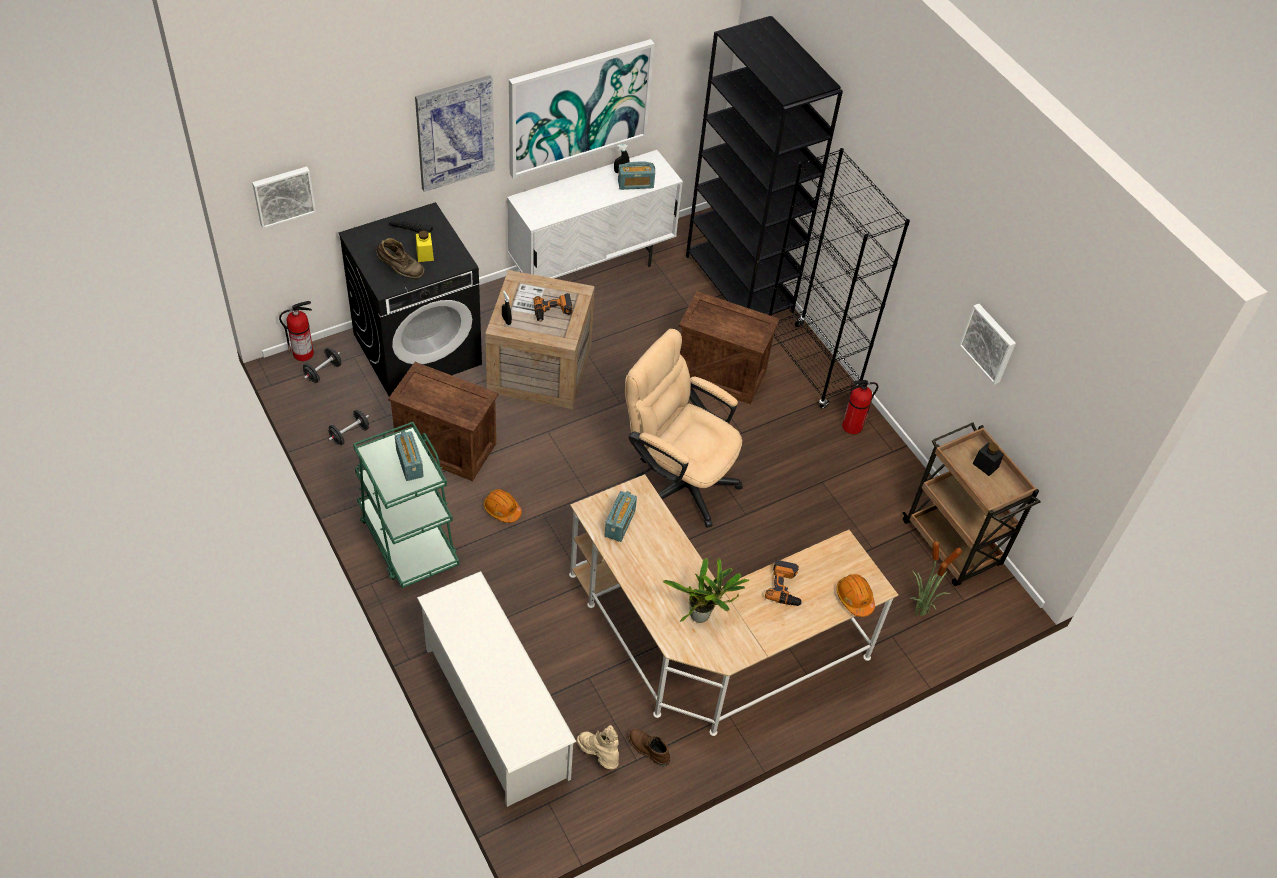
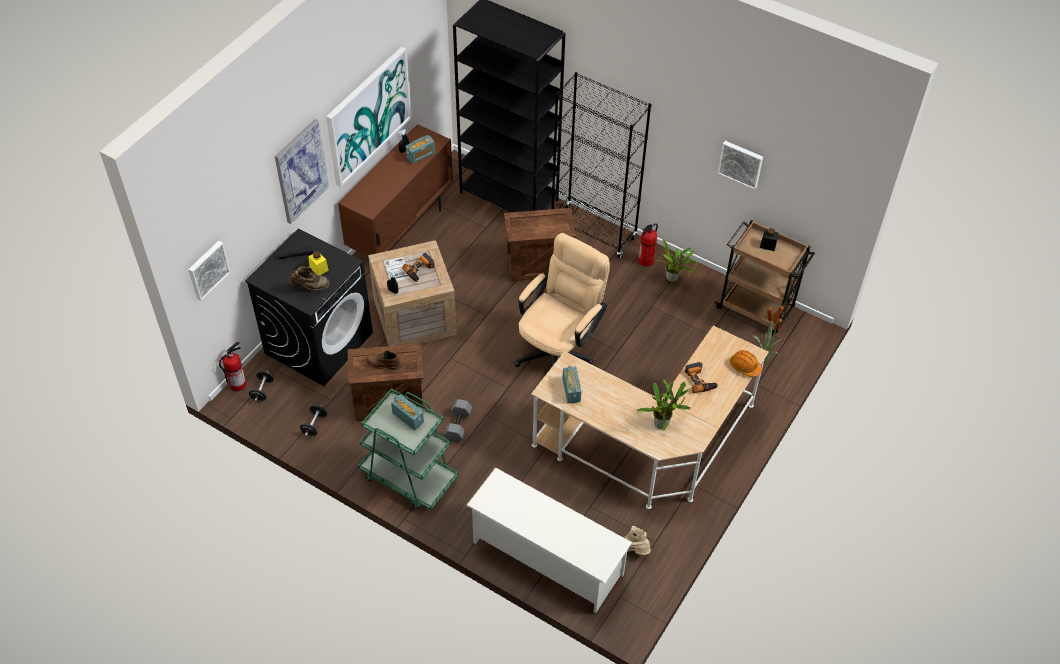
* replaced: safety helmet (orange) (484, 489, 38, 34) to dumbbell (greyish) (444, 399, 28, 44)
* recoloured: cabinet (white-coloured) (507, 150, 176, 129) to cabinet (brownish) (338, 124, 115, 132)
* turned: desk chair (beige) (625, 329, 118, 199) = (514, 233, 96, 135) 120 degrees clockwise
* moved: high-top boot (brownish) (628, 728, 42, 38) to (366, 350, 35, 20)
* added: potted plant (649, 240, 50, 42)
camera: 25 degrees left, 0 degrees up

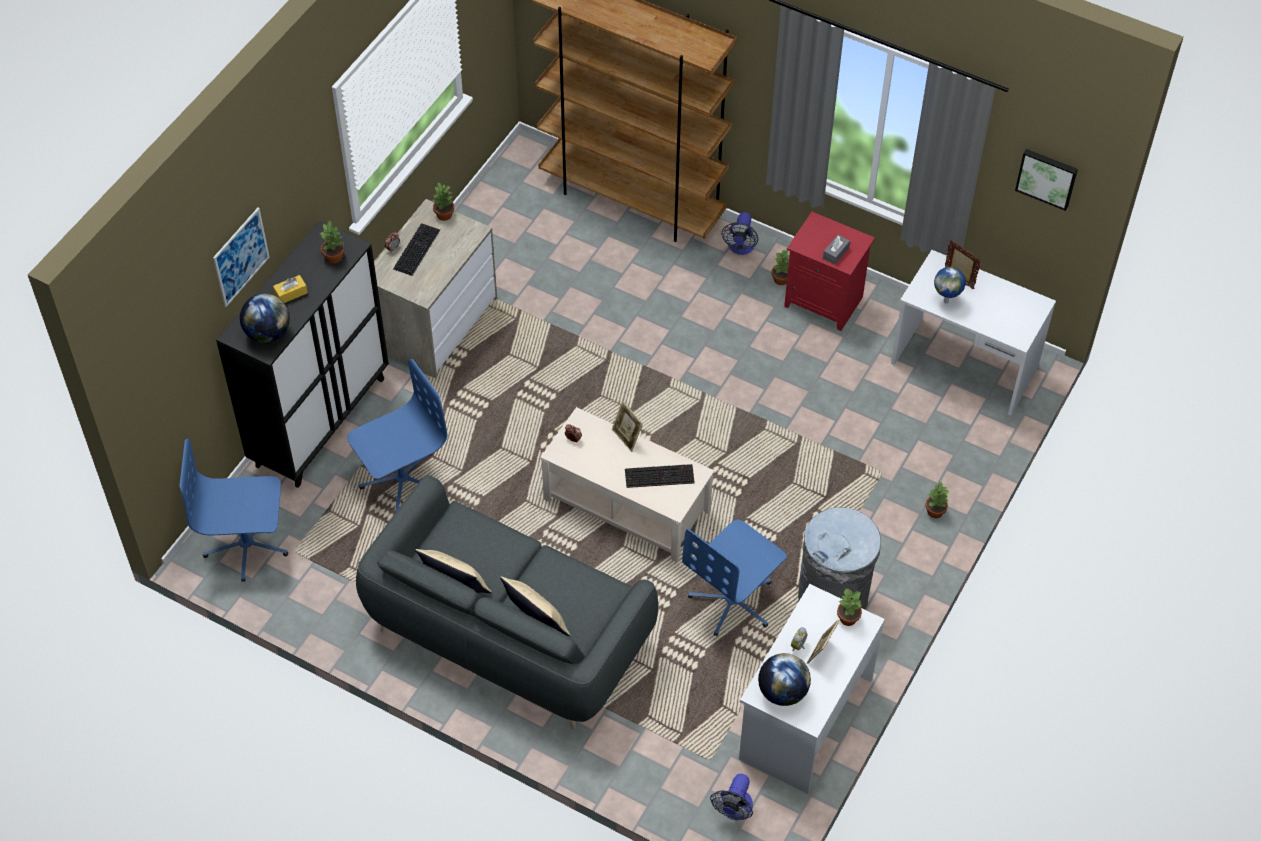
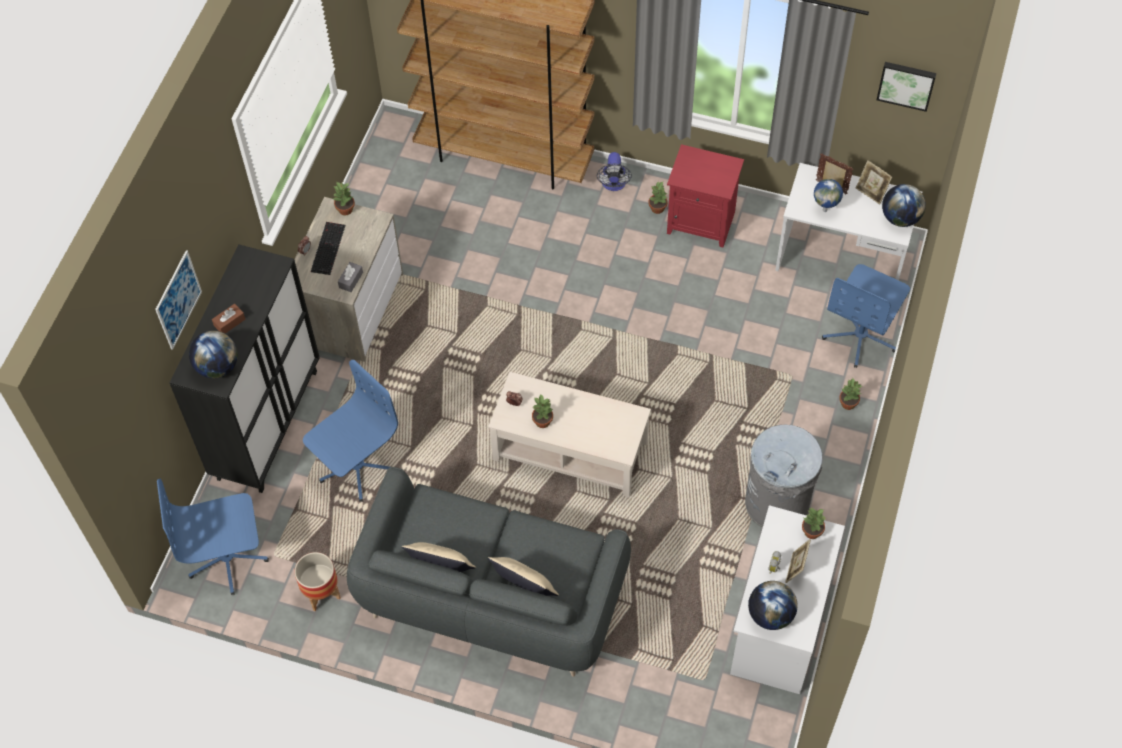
* recoloured: tissue box (yellow) (273, 275, 35, 28) to tissue box (brownish) (212, 304, 34, 29)
* moved: potted plant (319, 221, 25, 42) to (532, 395, 21, 33)
* moved: picture frame (612, 401, 31, 51) to (856, 160, 36, 45)
* removed: keyboard (625, 464, 70, 24)
* moved: desk chair (blue) (682, 519, 105, 117) to (822, 264, 88, 104)
* removed: electric fan (710, 774, 43, 46)
* moved: tissue box (greyish) (823, 235, 27, 30) to (338, 262, 25, 30)
* added: plant pot (295, 552, 46, 59)
* added: desk globe (882, 184, 44, 43)
camera: 10 degrees left, 5 degrees up

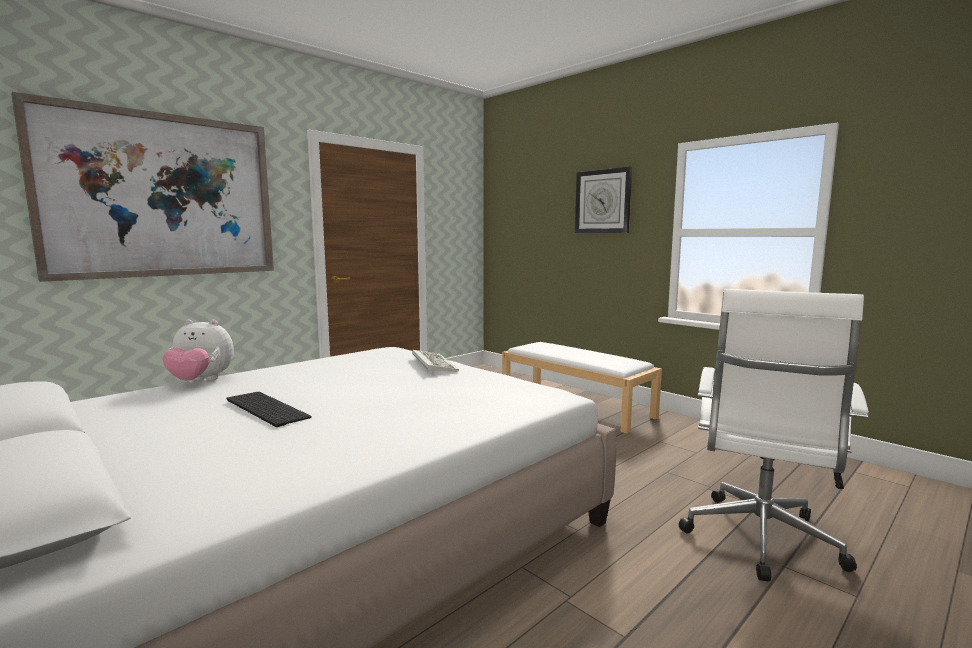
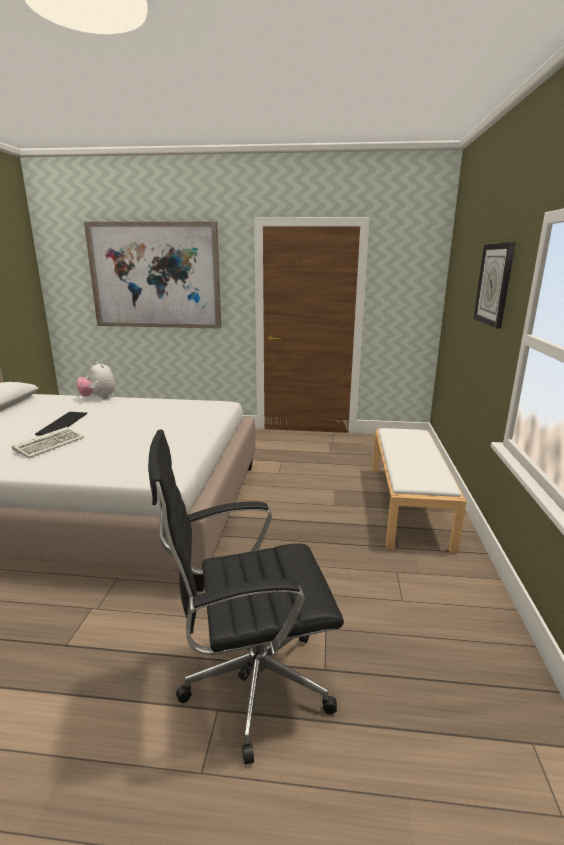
* moved: keyboard (412, 350, 47, 23) to (12, 427, 72, 31)
* recoloured: desk chair (white-coloured) (679, 289, 190, 292) to desk chair (black-coloured) (148, 430, 196, 335)
camera: 50 degrees right, 10 degrees up

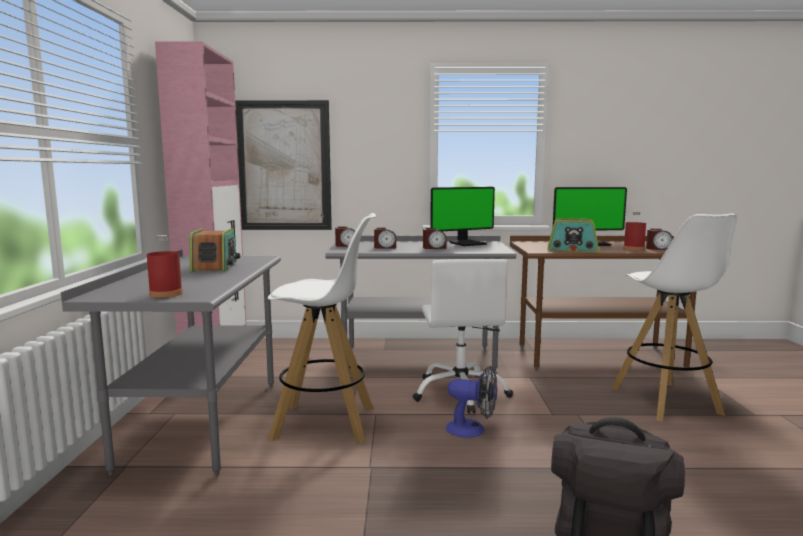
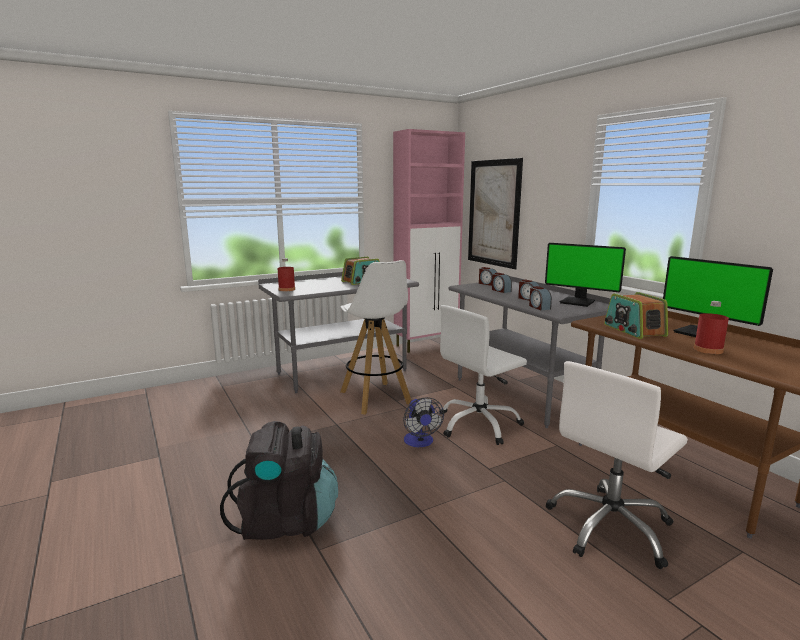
* replaced: stool seat (white-coloured) (611, 213, 126, 209) to desk chair (white-coloured) (545, 361, 143, 208)
* moved: alarm clock (646, 228, 27, 22) to (529, 286, 23, 24)
camera: 60 degrees right, 5 degrees up

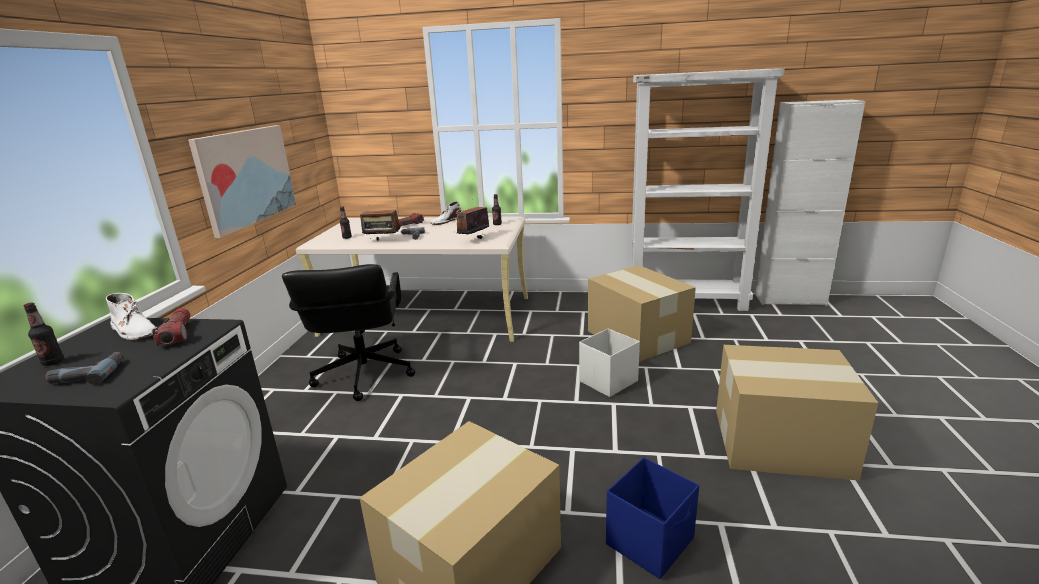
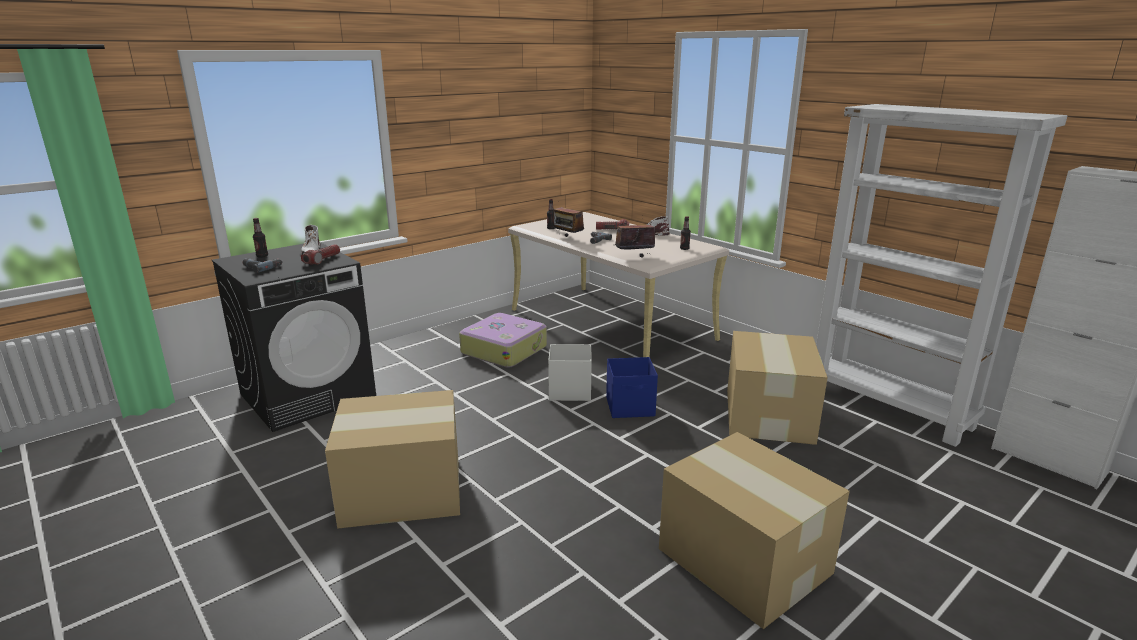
* removed: picture (188, 125, 108, 113)
* replaced: desk chair (black-coloured) (282, 264, 133, 137) to piece of luggage (459, 313, 88, 55)
* moved: storage bin (white-coloured) (579, 328, 61, 69) to (548, 344, 44, 57)
* moved: storage bin (blue) (606, 457, 93, 122) to (606, 357, 52, 61)
camera: 40 degrees right, 0 degrees up

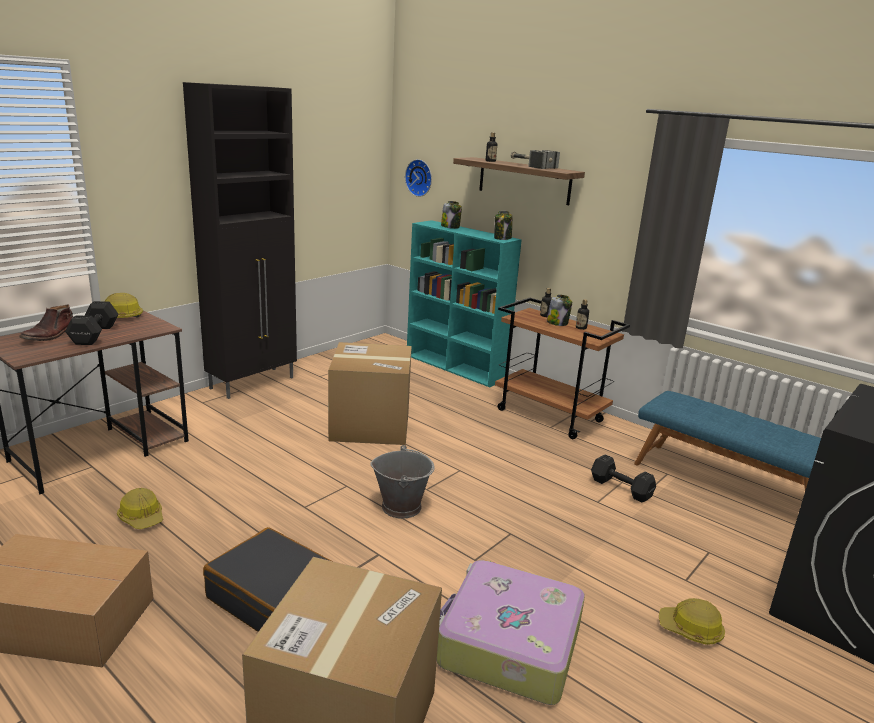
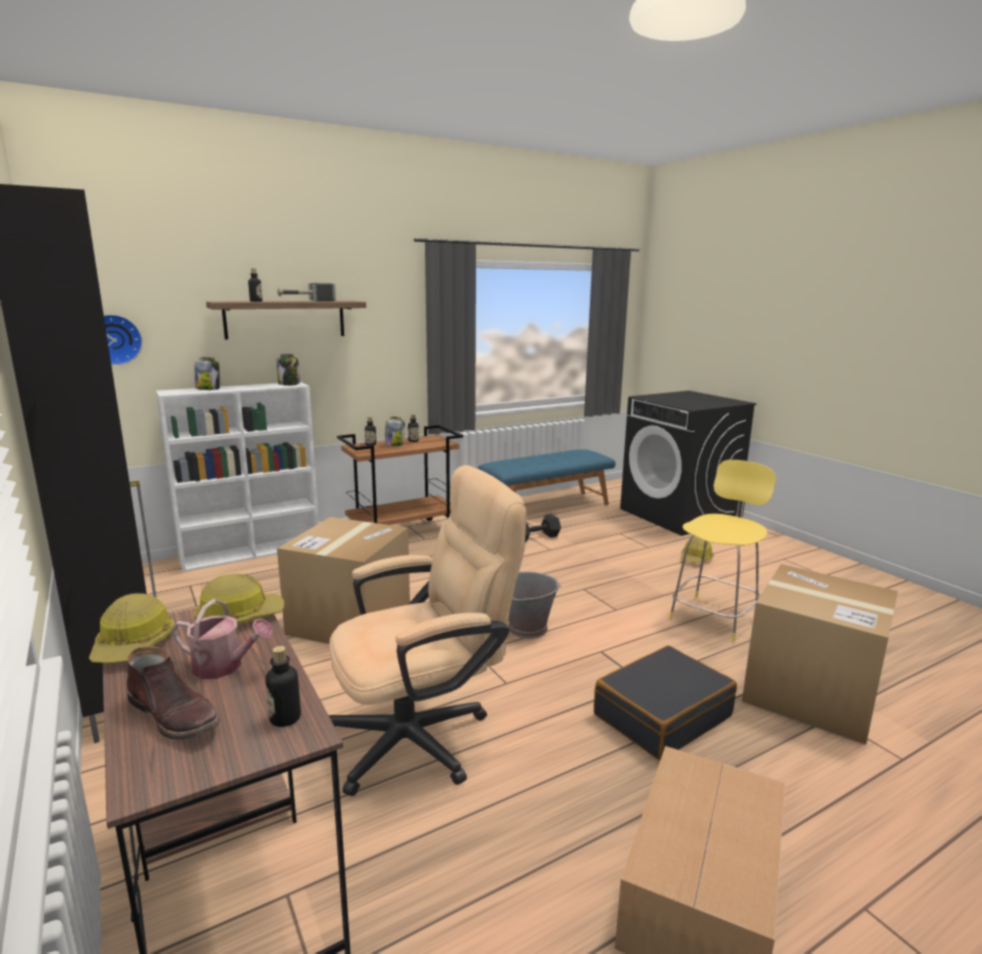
* replaced: dumbbell (black-coloured) (65, 301, 54, 44) to watering can (172, 599, 101, 80)
* moved: safety helmet (117, 488, 46, 41) to (194, 574, 90, 50)
* recoloured: bookcase (blue-green) (407, 220, 115, 167) to bookcase (white-coloured) (156, 382, 163, 190)
* replaced: piece of luggage (437, 560, 148, 145) to stool seat (yellow) (669, 460, 107, 182)
* added: bottle (265, 646, 36, 81)
* added: desk chair (beige) (329, 465, 198, 331)
camera: 70 degrees left, 5 degrees down

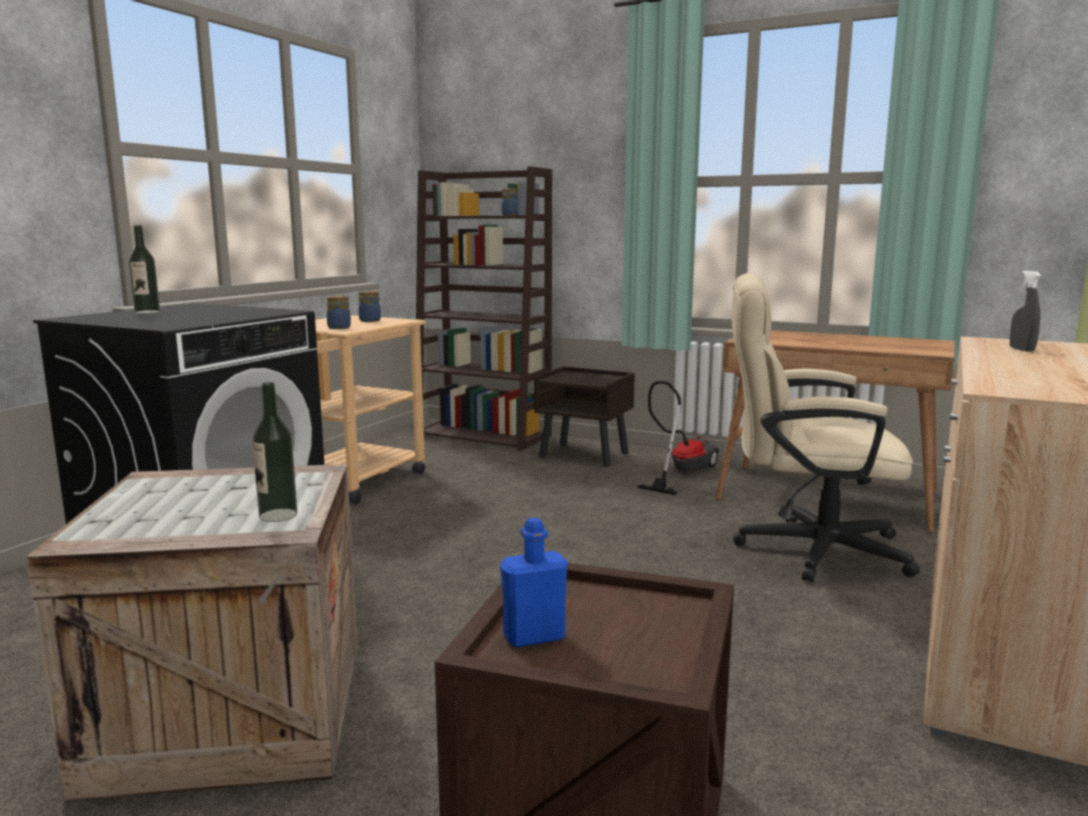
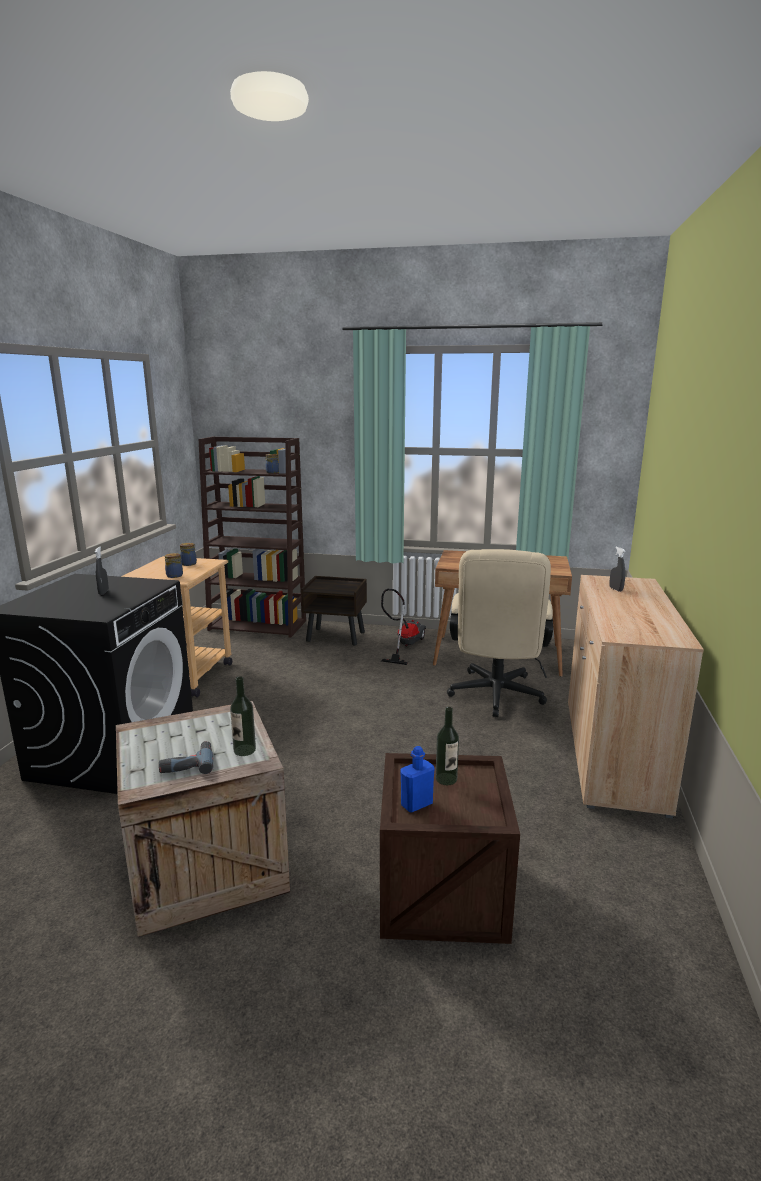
* moved: bottle (129, 225, 31, 88) to (436, 707, 23, 78)
* turned: desk chair (beige) (732, 273, 188, 309) = (447, 549, 106, 168) 75 degrees counterclockwise
* added: sprayer (greyish) (95, 547, 14, 48)
* added: power drill (159, 741, 54, 33)
camera: 15 degrees left, 5 degrees up

